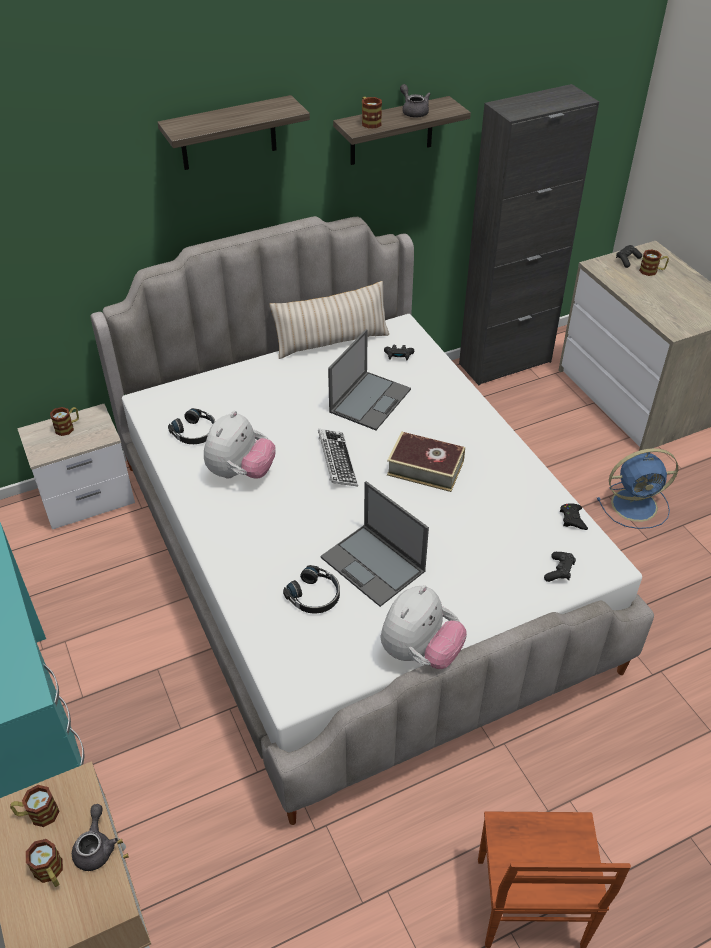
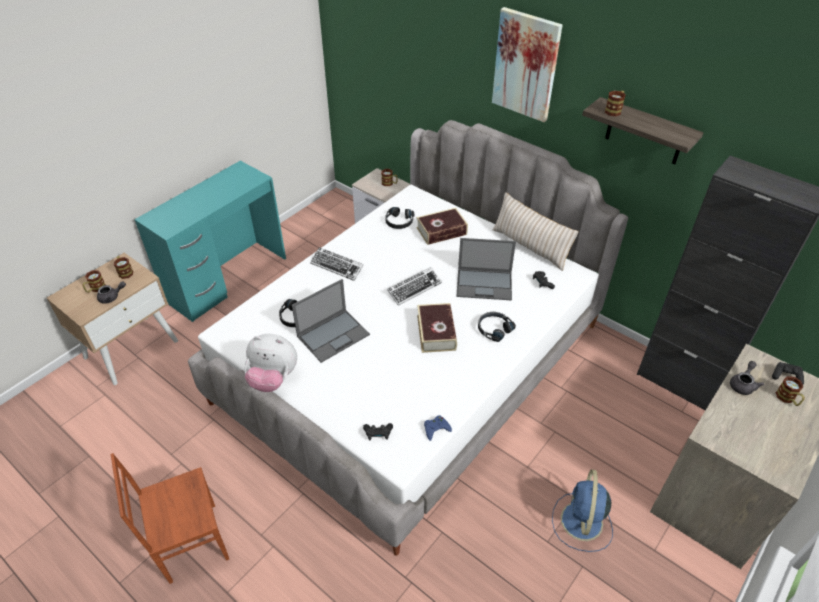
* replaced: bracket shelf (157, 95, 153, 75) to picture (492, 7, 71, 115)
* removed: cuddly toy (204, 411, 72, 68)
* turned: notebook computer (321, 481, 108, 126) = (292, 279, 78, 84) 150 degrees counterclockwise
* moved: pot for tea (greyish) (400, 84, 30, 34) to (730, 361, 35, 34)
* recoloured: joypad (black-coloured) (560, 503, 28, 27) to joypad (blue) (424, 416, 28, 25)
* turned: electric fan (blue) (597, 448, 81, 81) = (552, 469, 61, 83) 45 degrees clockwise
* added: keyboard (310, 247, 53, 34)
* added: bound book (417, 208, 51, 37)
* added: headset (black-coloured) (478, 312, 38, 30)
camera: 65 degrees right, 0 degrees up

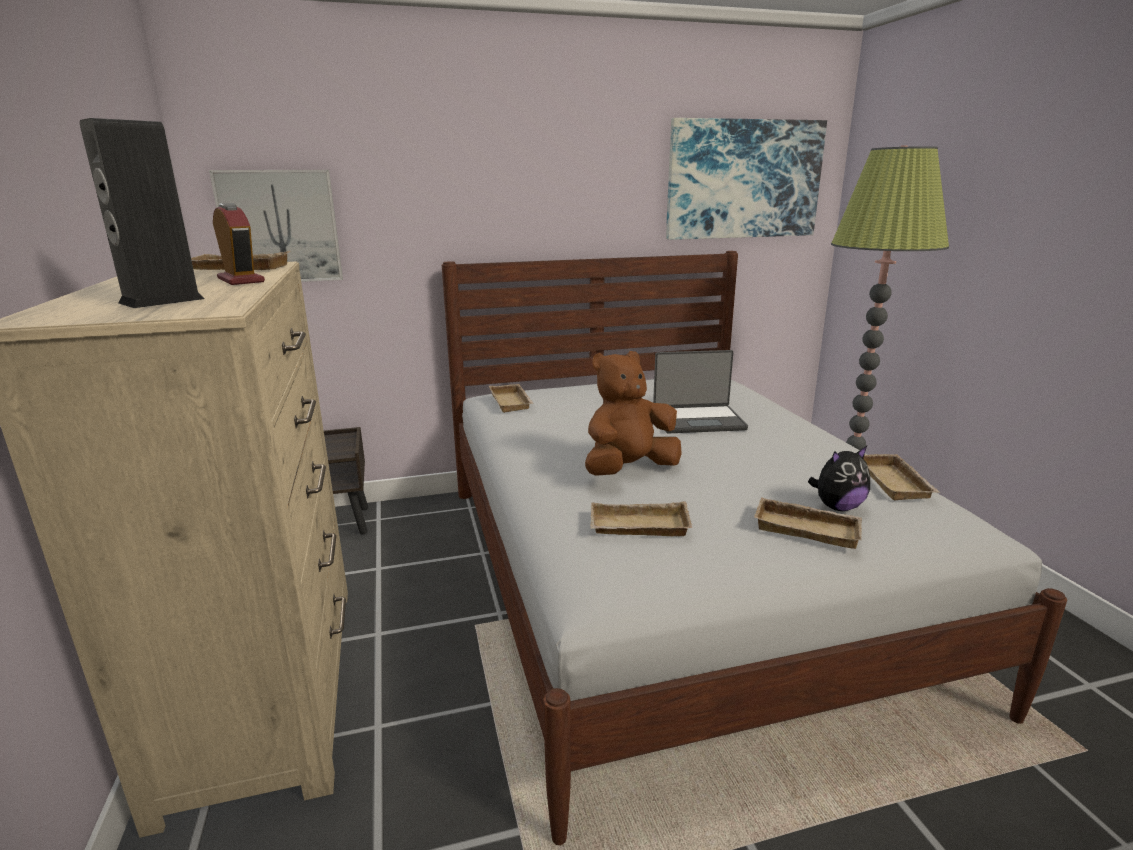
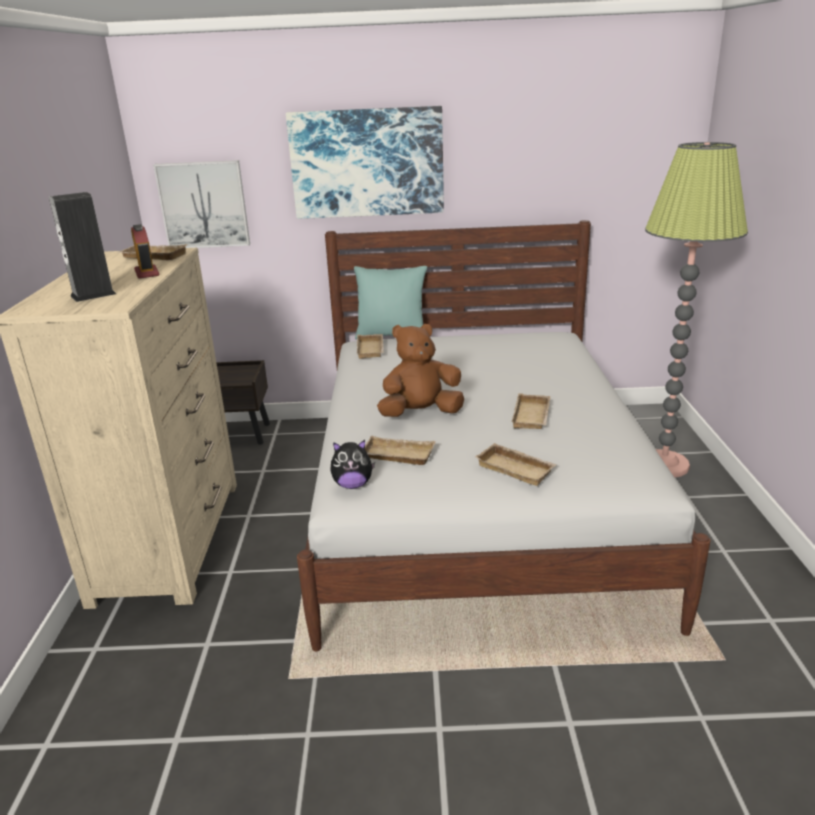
* removed: notebook computer (653, 350, 95, 83)
* moved: picture (666, 118, 161, 122) to (286, 106, 158, 113)
* moved: cuddly toy (808, 446, 62, 65) to (330, 440, 45, 49)
* moved: serving tray (beige) (863, 454, 78, 46) to (511, 393, 39, 36)
* added: pillow (blue-green) (354, 266, 73, 73)
camera: 15 degrees right, 5 degrees up

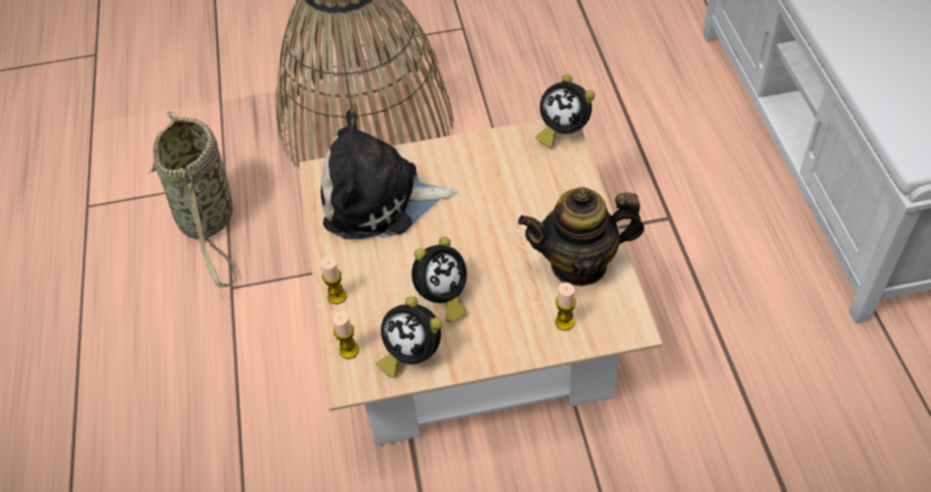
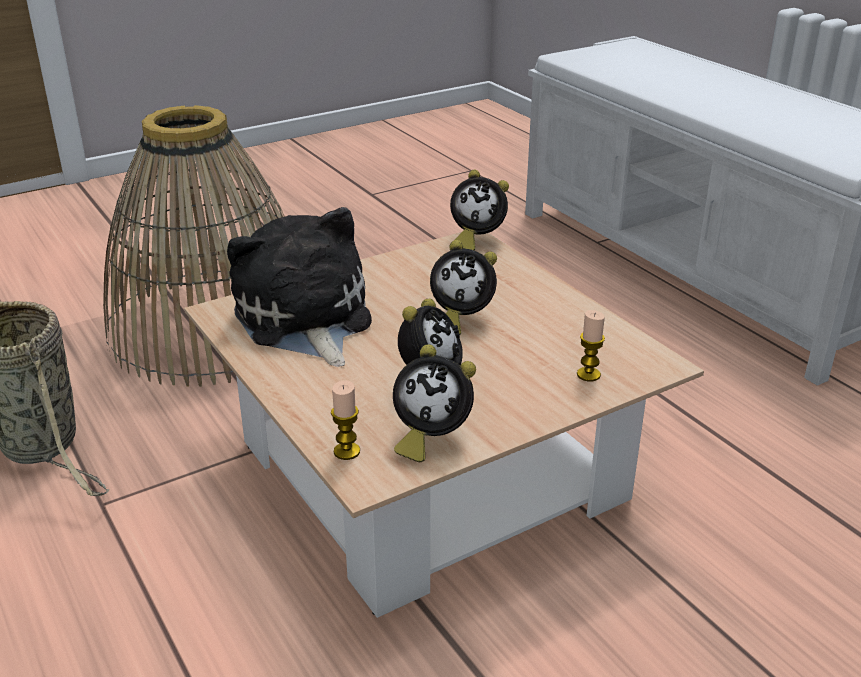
* turned: cuddly toy (321, 109, 136, 131) = (227, 207, 145, 160) 90 degrees clockwise
* removed: wax candle (321, 257, 26, 47)
* removed: pot for tea (518, 187, 126, 99)
* added: alarm clock (430, 240, 67, 95)
camera: 25 degrees left, 20 degrees down

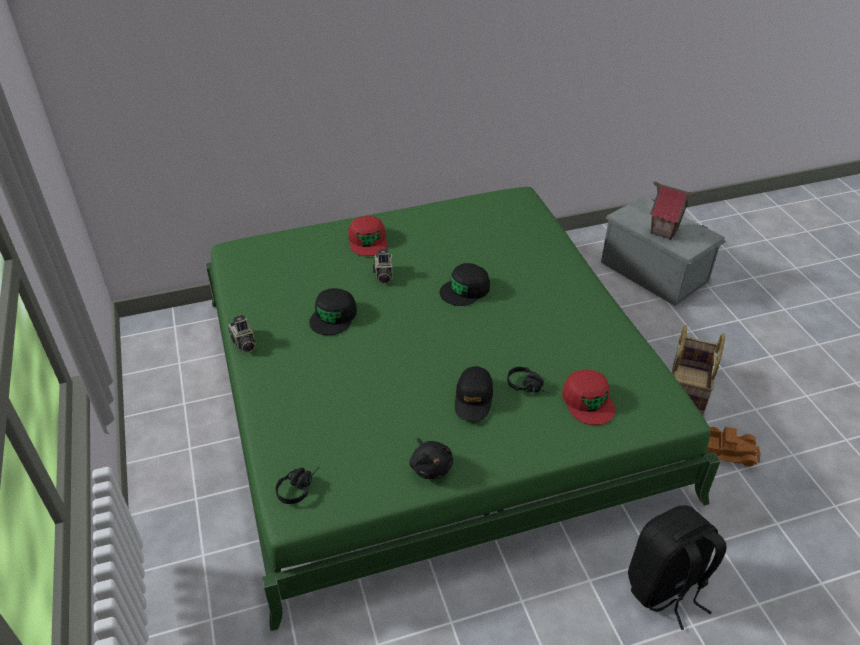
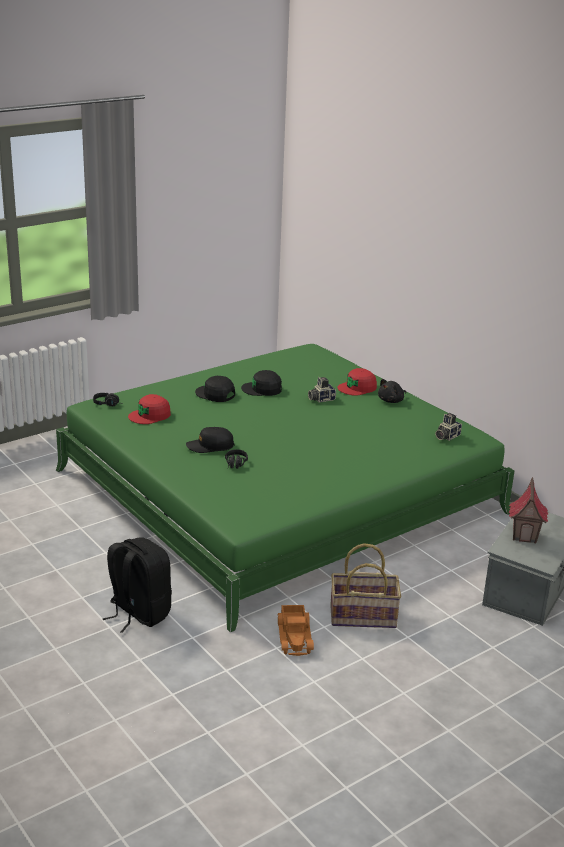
* moved: photo camera (228, 315, 28, 38) to (435, 413, 27, 28)
* moved: cuddly toy (black-coloured) (410, 438, 43, 41) to (378, 379, 28, 24)
* moved: peaked cap (black-coloured) (439, 263, 51, 43) to (195, 376, 40, 26)
* moved: peaked cap (reddish) (562, 370, 53, 55) to (128, 394, 43, 30)
camera: 70 degrees right, 15 degrees down

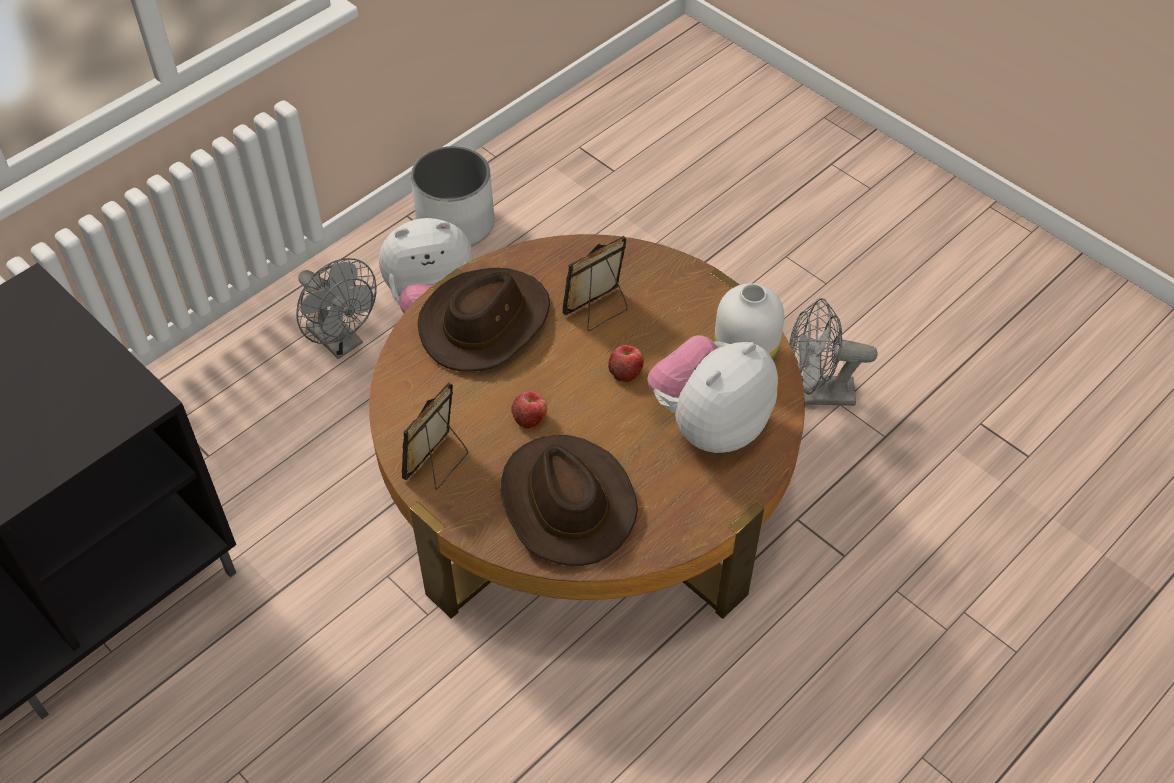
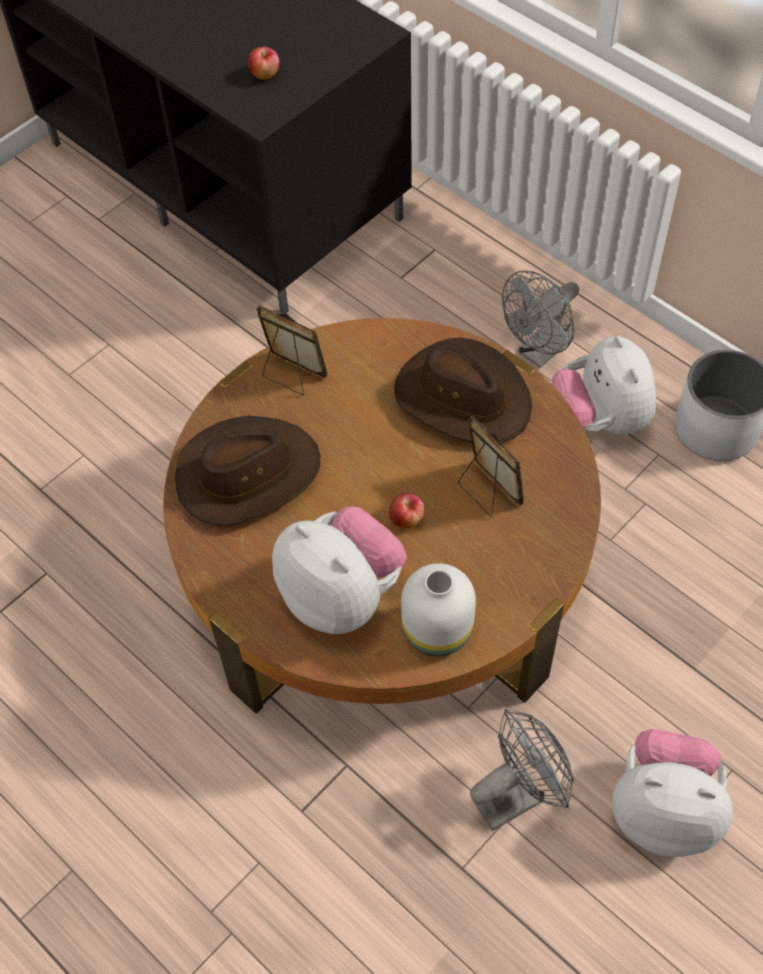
* moved: apple (511, 391, 37, 38) to (248, 46, 32, 34)
* turned: electric fan (greyish) (789, 298, 89, 108) = (470, 709, 104, 122) 60 degrees clockwise
* added: cuddly toy (612, 729, 121, 128)
camera: 90 degrees right, 5 degrees up

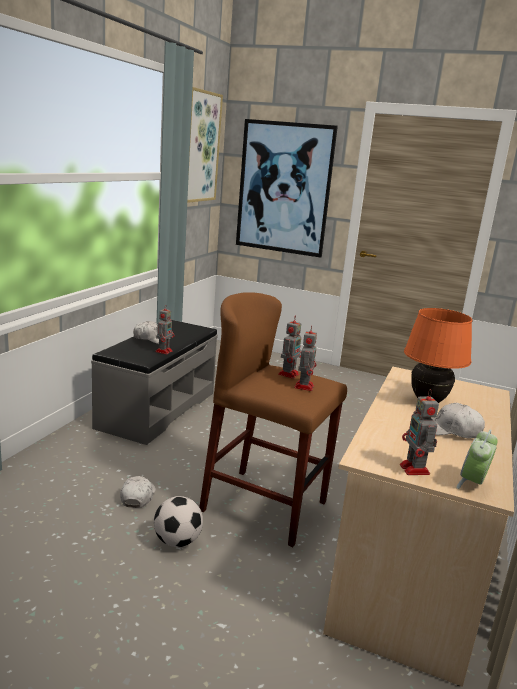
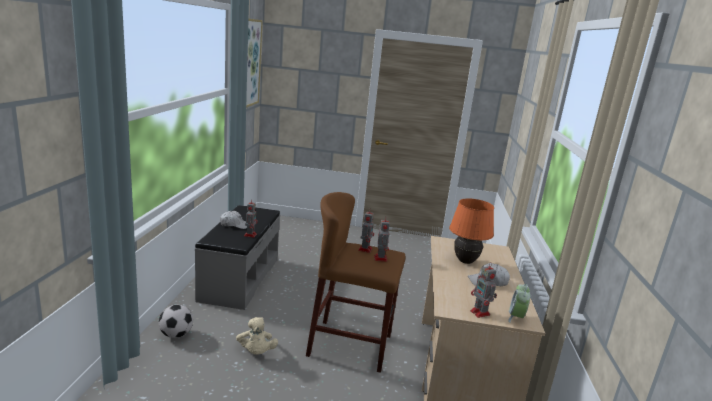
* replaced: peaked cap (white-coloured) (120, 476, 36, 32) to cuddly toy (beige) (236, 317, 42, 38)
* moved: football ball (154, 496, 49, 51) to (159, 305, 34, 33)
* removed: picture (236, 119, 102, 139)
camera: 15 degrees left, 0 degrees up

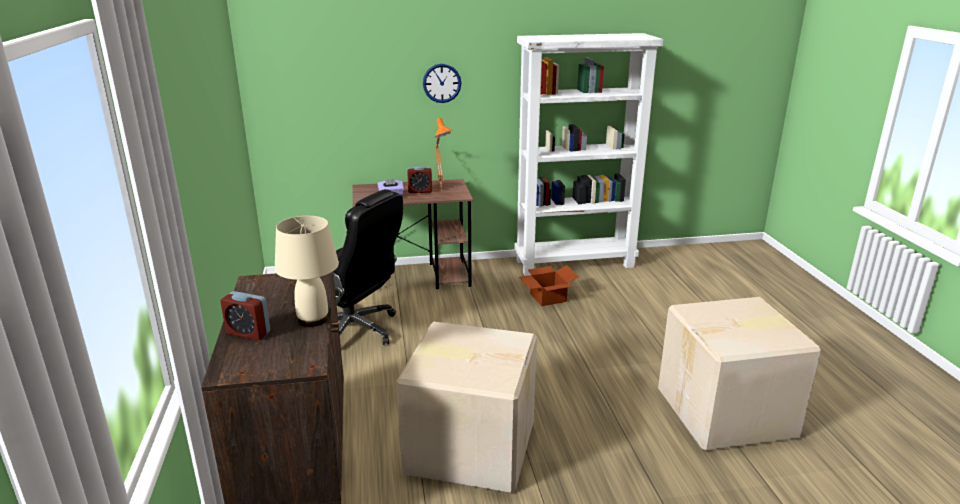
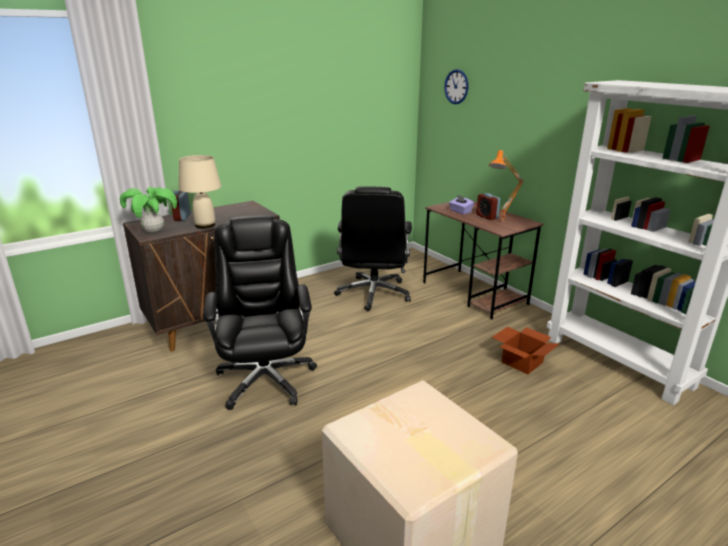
* replaced: cardboard box (397, 322, 140, 171) to desk chair (black-coloured) (203, 215, 114, 195)
* moved: wall clock (423, 64, 38, 39) to (444, 69, 24, 35)
* added: potted plant (120, 187, 57, 46)
camera: 65 degrees right, 0 degrees up

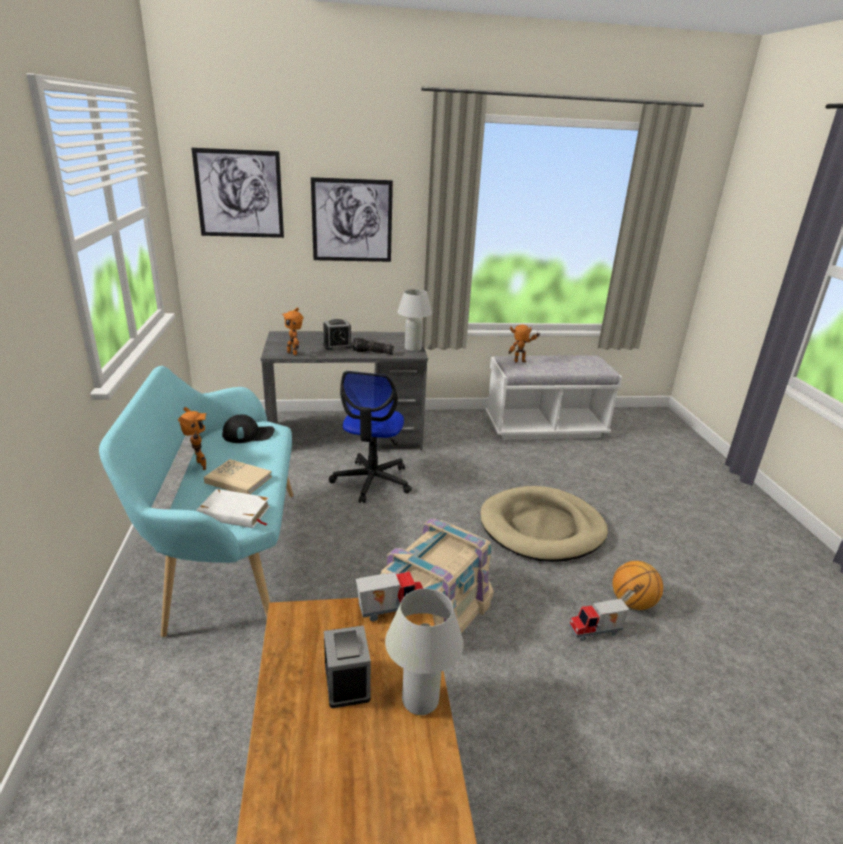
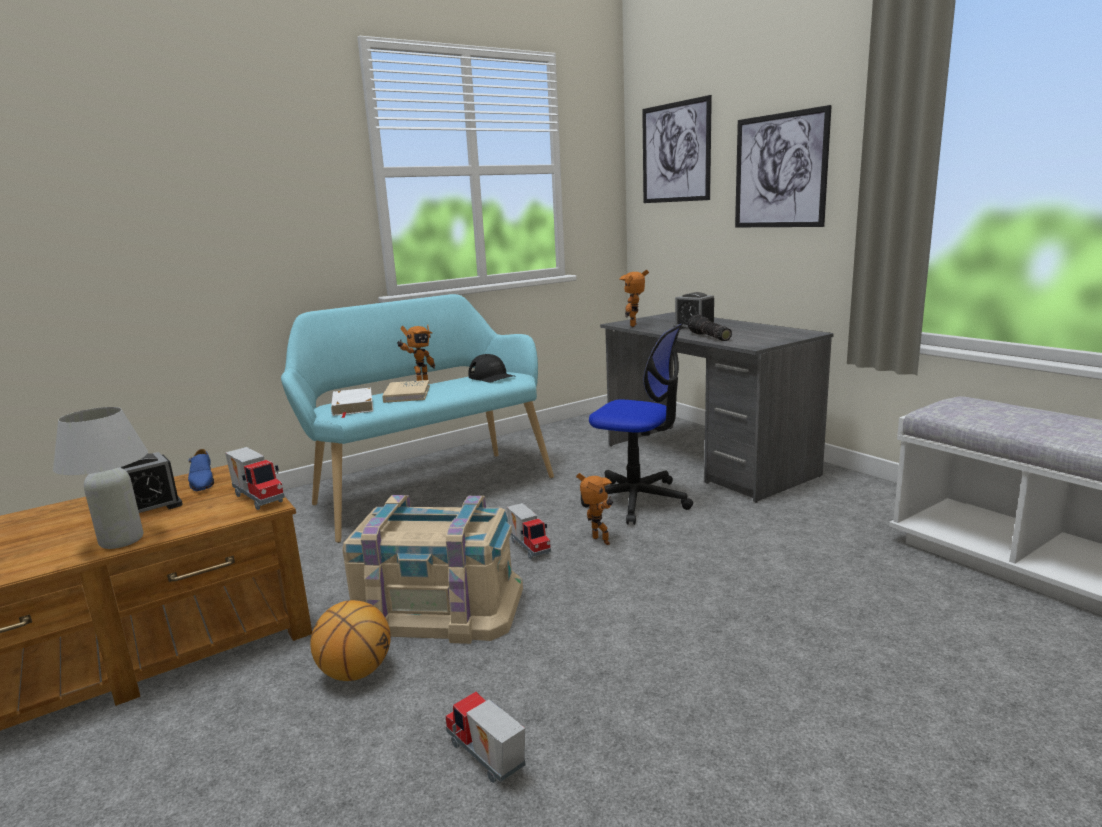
* turned: desk chair (329, 371, 83, 132) = (581, 324, 112, 201) 135 degrees counterclockwise
* removed: table lamp (white-coloured) (397, 289, 35, 63)
* removed: dog bed (beige) (480, 486, 128, 76)
* moved: model robot (508, 325, 32, 38) to (576, 473, 37, 72)
* moved: ball for basketball (613, 561, 50, 49) to (311, 600, 80, 81)
* added: shoe (blue) (188, 449, 26, 42)
* added: model truck (507, 503, 44, 56)
camera: 65 degrees right, 10 degrees down

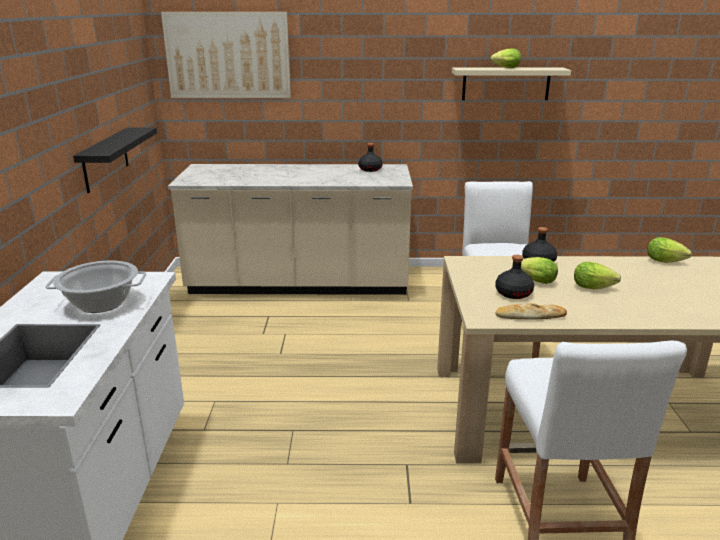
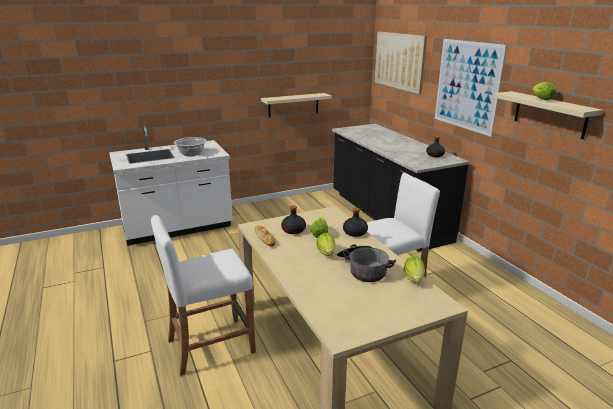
* recoloured: bracket shelf (black-coloured) (73, 127, 84, 66) to bracket shelf (beige) (261, 93, 71, 25)
* recoloured: counter (beige) (168, 164, 245, 131) to counter (black-coloured) (332, 124, 137, 128)
* added: saucepot (337, 244, 59, 38)
* added: picture (435, 39, 72, 98)
camera: 65 degrees right, 0 degrees up

